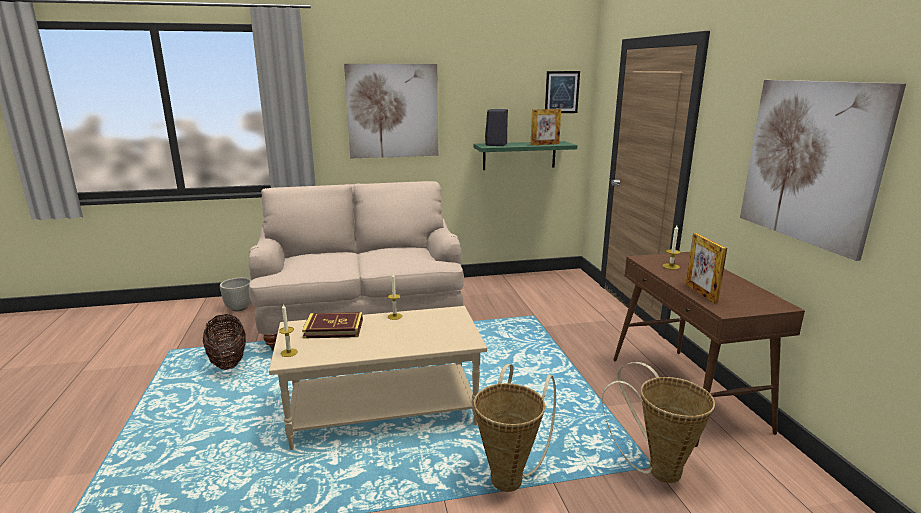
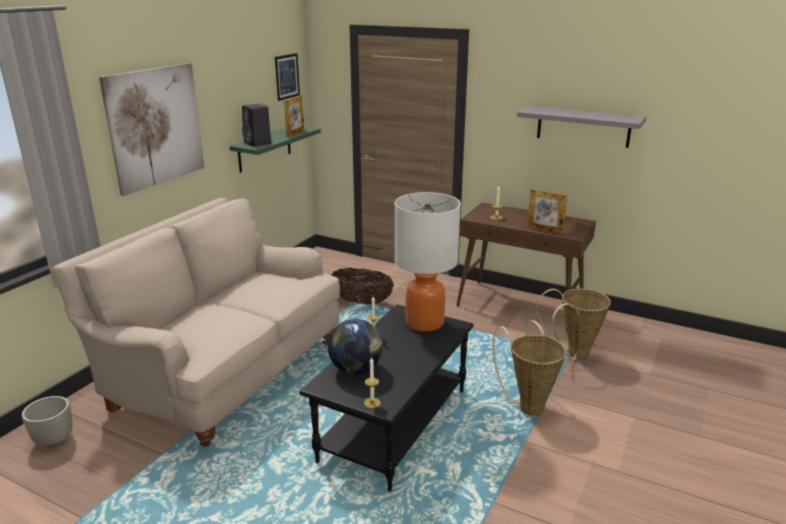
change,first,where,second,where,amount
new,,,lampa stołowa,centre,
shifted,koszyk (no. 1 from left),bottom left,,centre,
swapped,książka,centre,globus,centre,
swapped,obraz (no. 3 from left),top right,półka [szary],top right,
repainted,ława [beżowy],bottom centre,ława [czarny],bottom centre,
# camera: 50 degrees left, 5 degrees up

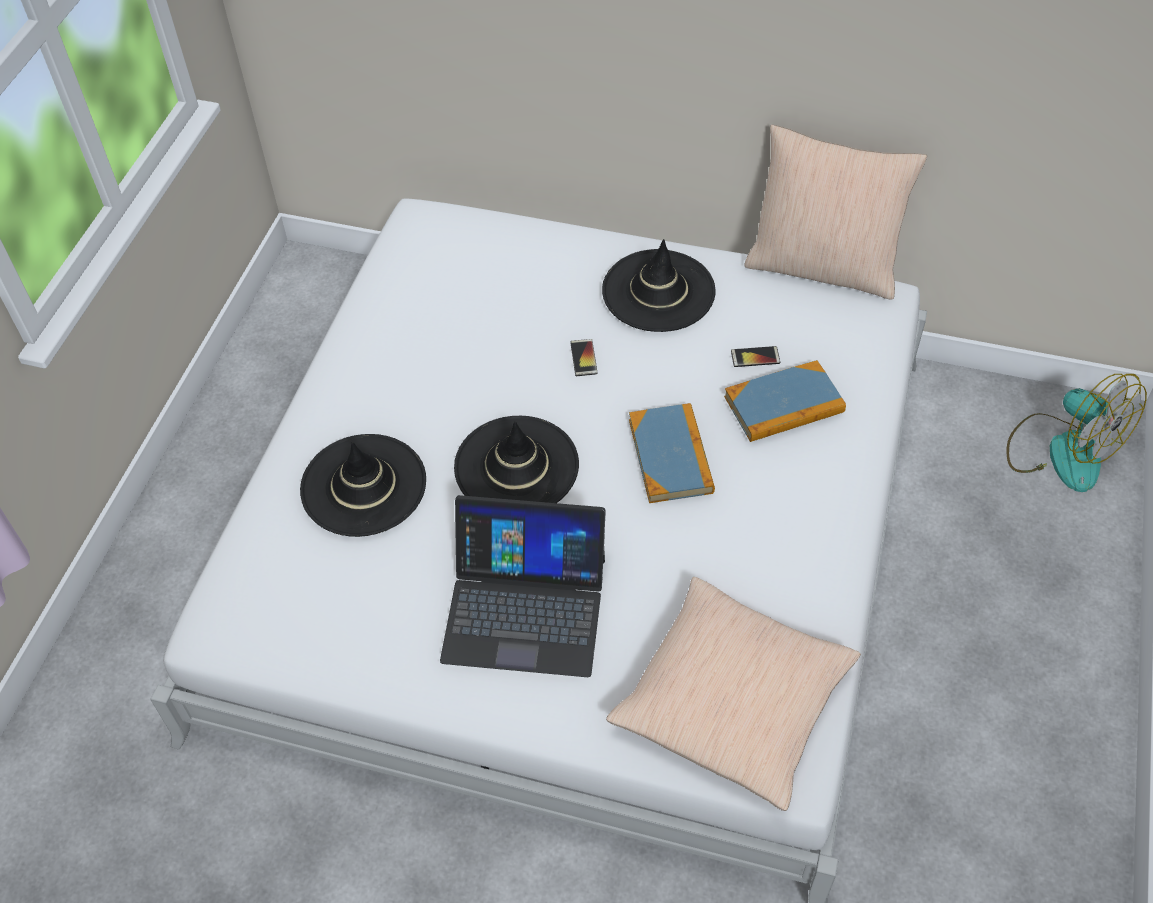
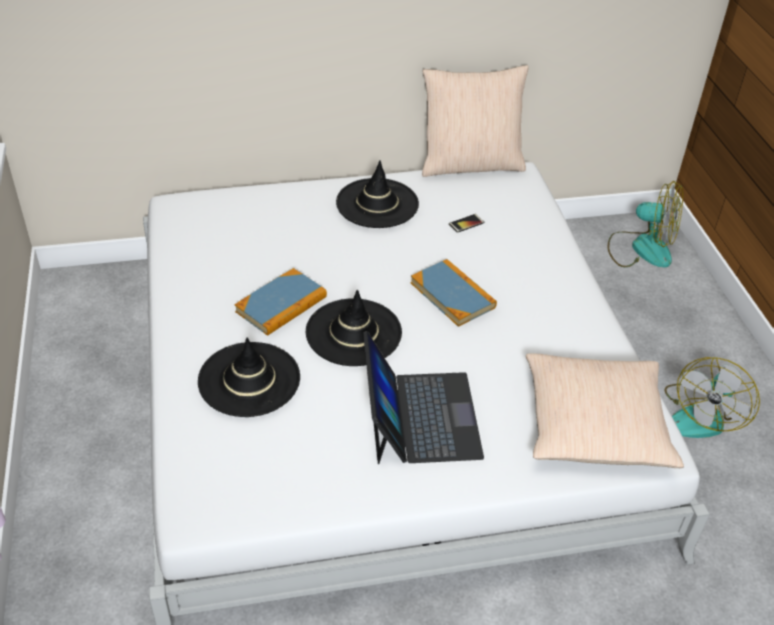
change,first,where,second,where,amount
gone,telefon (no. 1 from left),centre,,,
new,,,wentylator (no. 2 from left),middle right,
shifted,książka (no. 2 from left in the first image),middle right,książka (no. 1 from left),centre,
rotated,laptop,centre,,centre,75 degrees counterclockwise
# camera: 30 degrees left, 10 degrees down

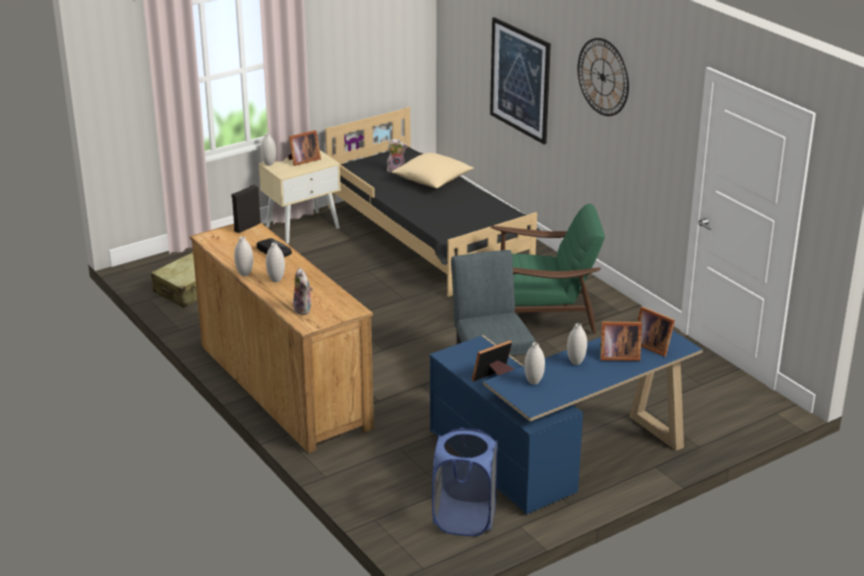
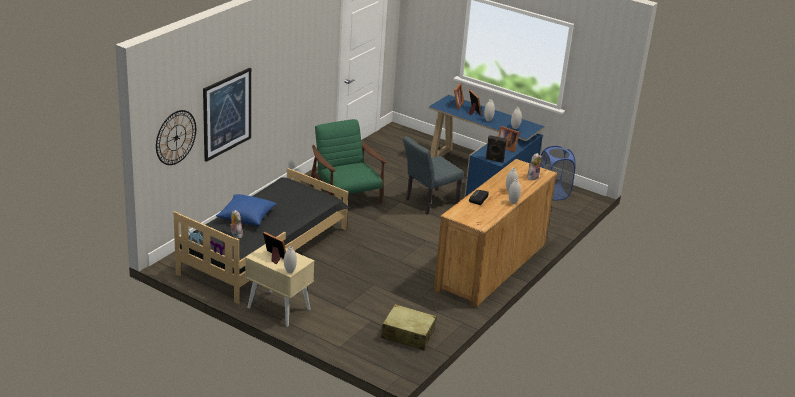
change,first,where,second,where,amount
shifted,głośnik [czarny],middle left,,centre,
shifted,zegar ścienny,top right,,middle left,
repainted,poduszka [beżowy],top centre,poduszka [niebieski],middle left,
# camera: 115 degrees left, 0 degrees up

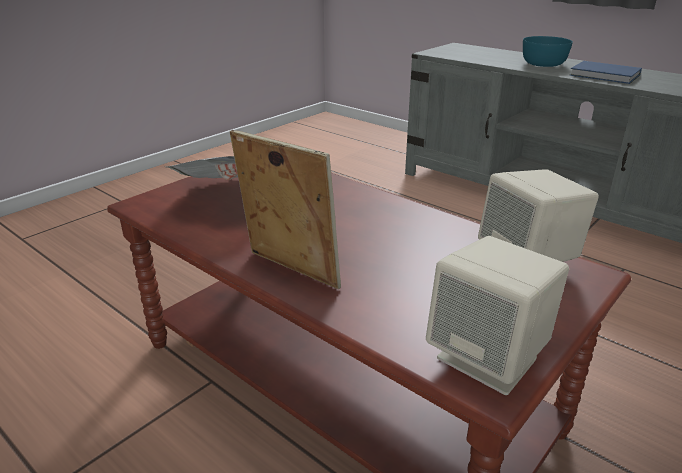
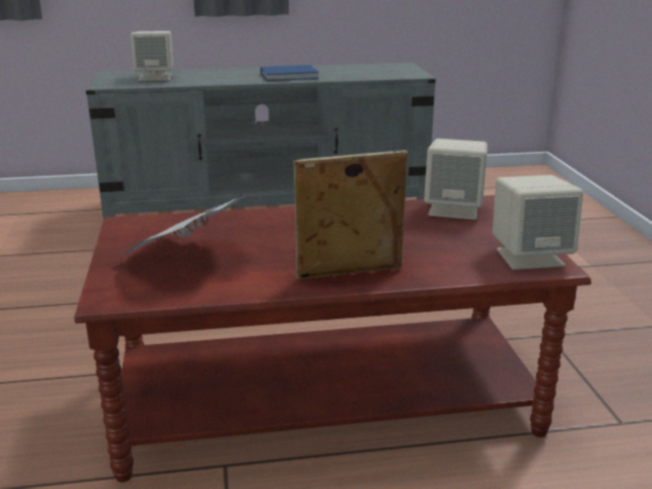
change,first,where,second,where,amount
gone,miska [turkusowy],top right,,,
new,,,głośnik [beżowy] (no. 1 from left),top left,
# camera: 50 degrees left, 5 degrees down

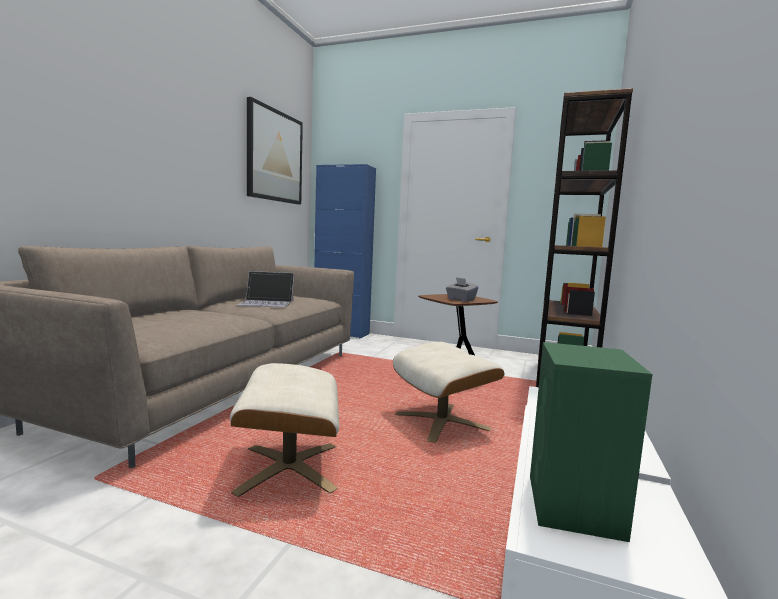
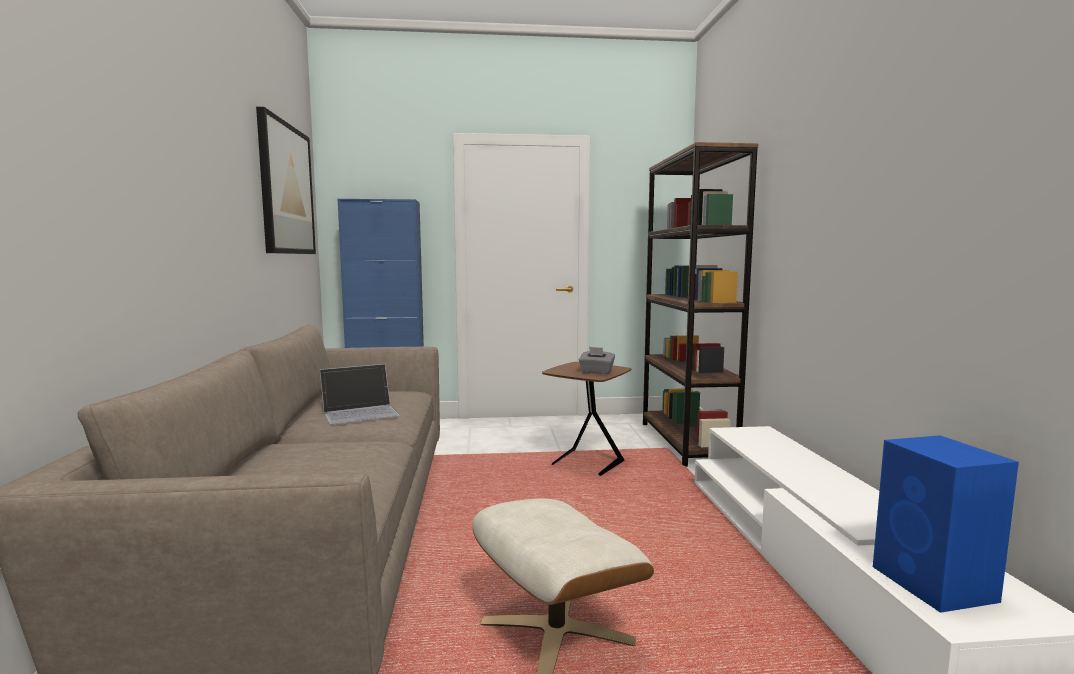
change,first,where,second,where,amount
gone,pufa [beżowy] (no. 2 from left),centre,,,
repainted,głośnik [zielony],bottom right,głośnik [niebieski],bottom right,
# camera: 25 degrees left, 0 degrees up

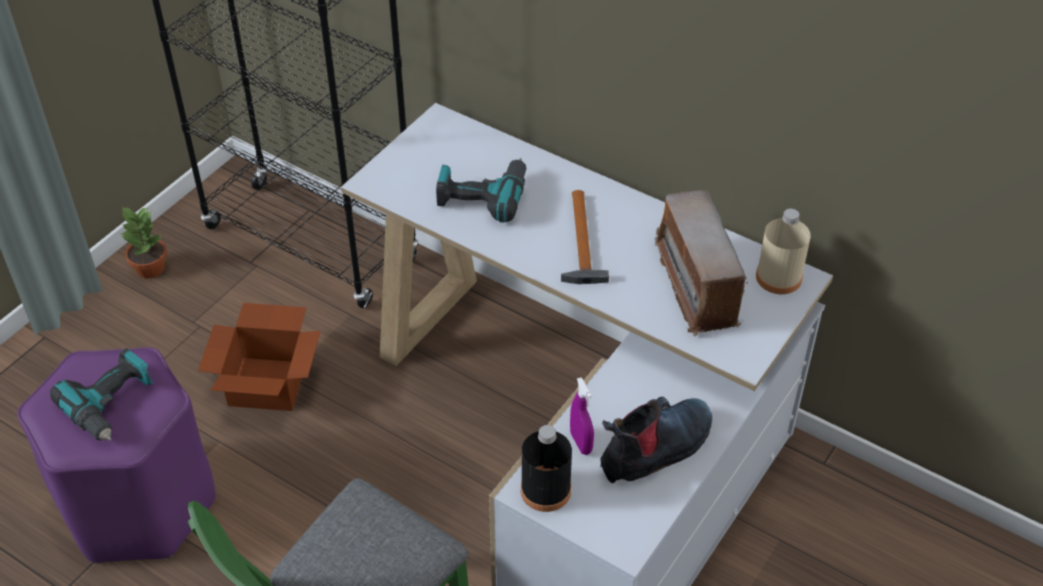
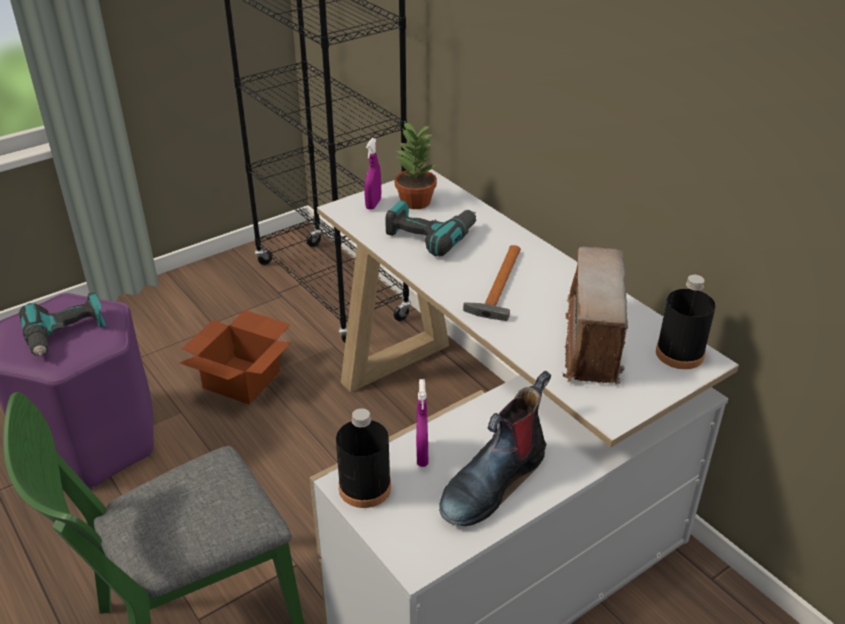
change,first,where,second,where,amount
new,,,spryskiwacz [fioletowy] (no. 1 from left),top centre,
shifted,roślina doniczkowa,middle left,,top centre,
repainted,butelka [beżowy],middle right,butelka [czarny] (no. 2 from left),middle right,
rotated,but z cholewką,bottom centre,,bottom centre,150 degrees clockwise
# camera: 20 degrees right, 10 degrees down

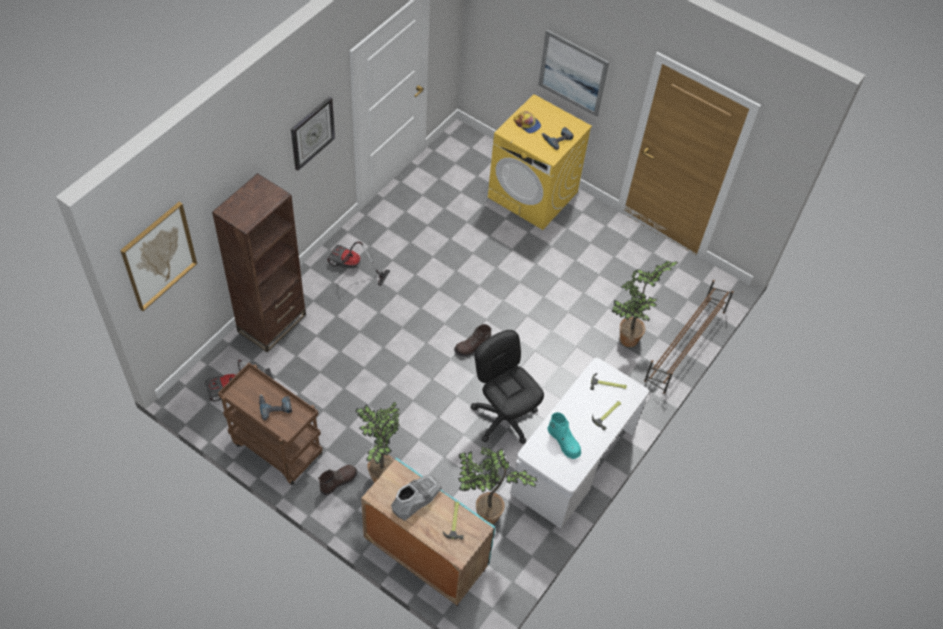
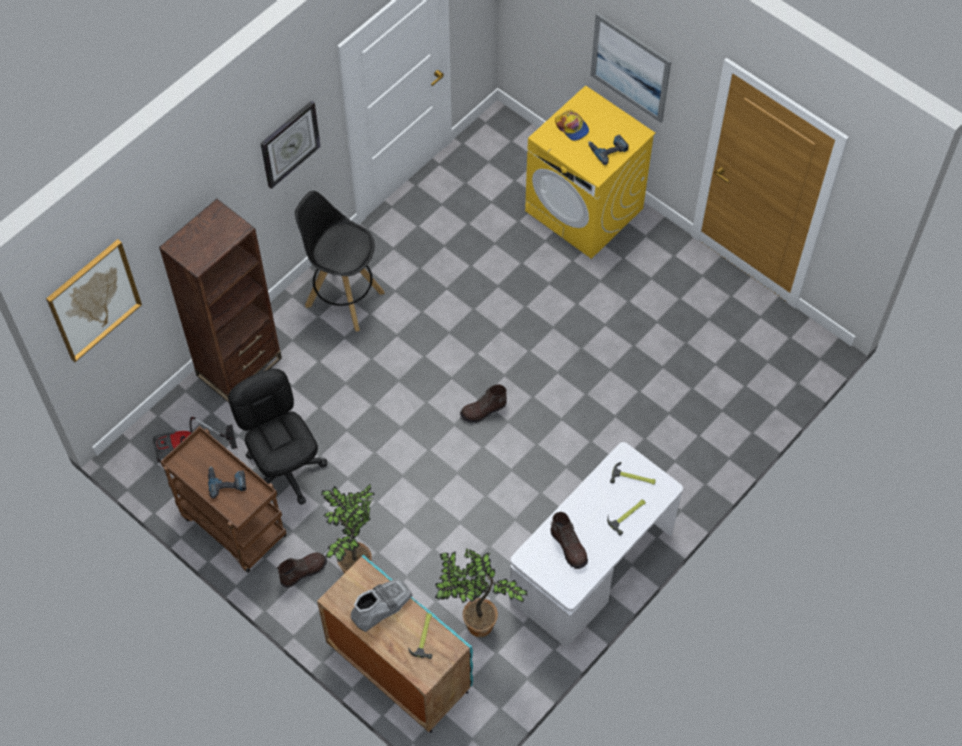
change,first,where,second,where,amount
gone,roślina doniczkowa (no. 3 from left),middle right,,,
gone,regał na buty [brązowy],middle right,,,
shifted,krzesło biurowe [czarny],centre,,middle left,
swapped,odkurzacz (no. 2 from left),centre,stołek [czarny],centre,
repainted,but z cholewką [turkusowy],bottom centre,but z cholewką [brązowy] (no. 3 from left),bottom centre,
# camera: 10 degrees right, 5 degrees up

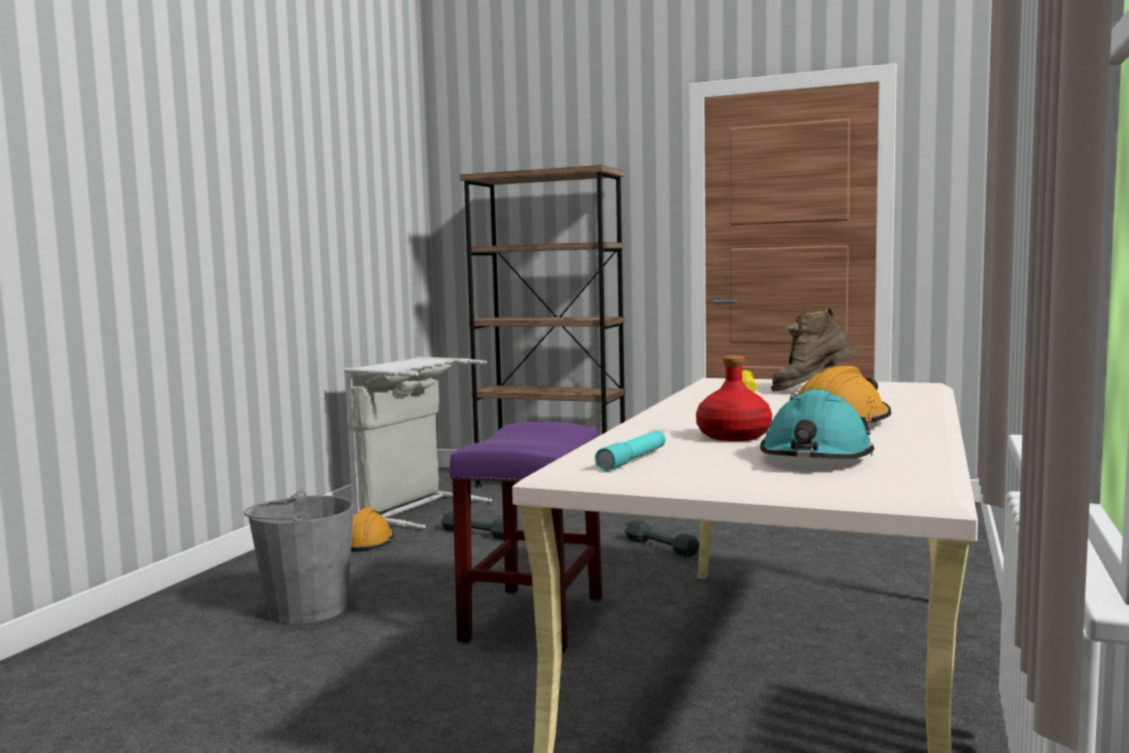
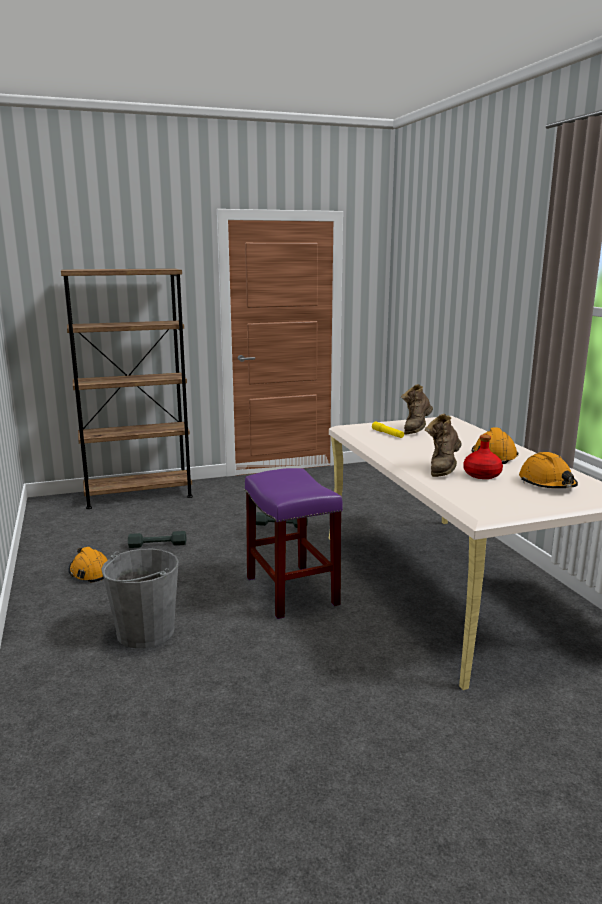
change,first,where,second,where,amount
gone,kosz na pranie [szary],centre,,,
gone,latarka [turkusowy],centre,,,
new,,,but z cholewką [brązowy] (no. 2 from left),middle right,
repainted,kask [turkusowy],middle right,kask [pomarańczowy] (no. 3 from left),middle right,
# camera: 40 degrees left, 10 degrees up

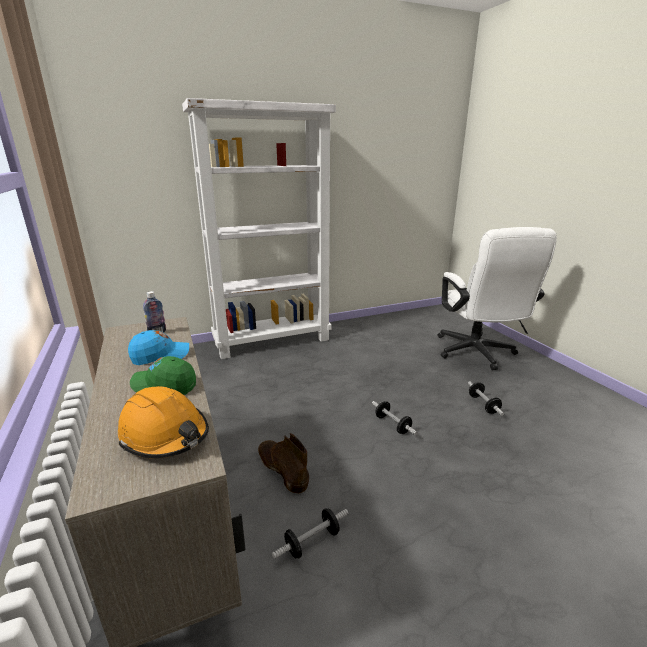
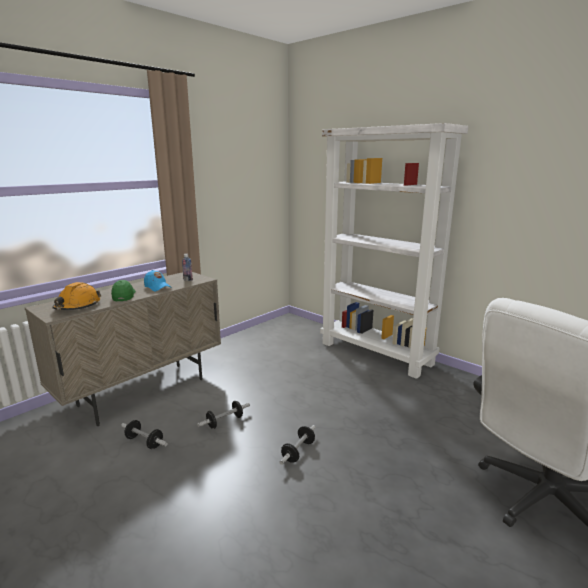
change,first,where,second,where,amount
gone,but z cholewką [brązowy],bottom centre,,,
shifted,hantel (no. 3 from left in the first image),middle right,hantel (no. 2 from left),bottom centre,
# camera: 65 degrees right, 5 degrees down

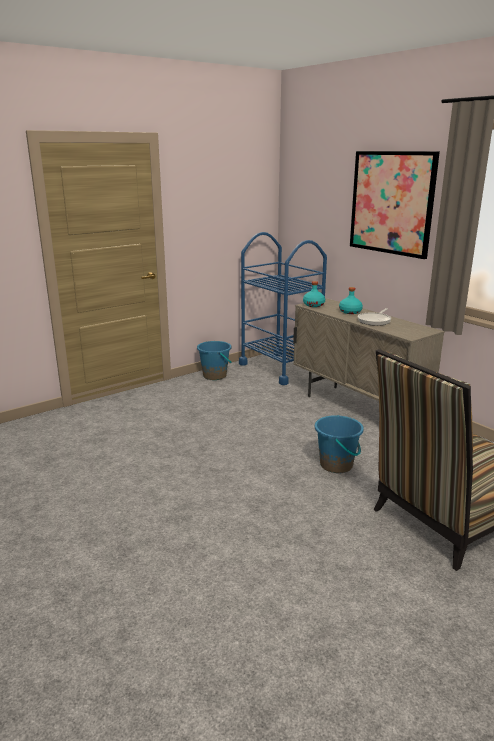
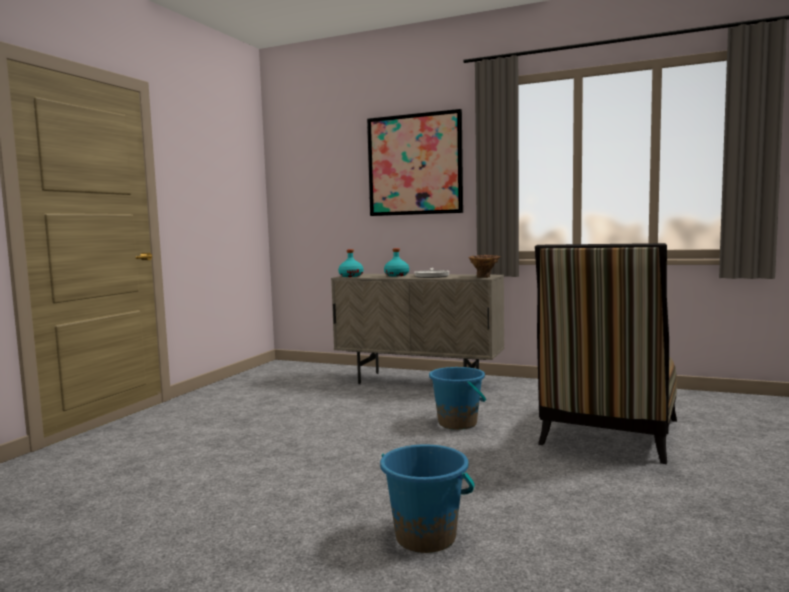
change,first,where,second,where,amount
gone,wózek [niebieski],centre,,,
new,,,wazon [brązowy],centre,
shifted,wiadro [niebieski] (no. 1 from left),centre,,bottom centre,
# camera: 30 degrees left, 15 degrees down

